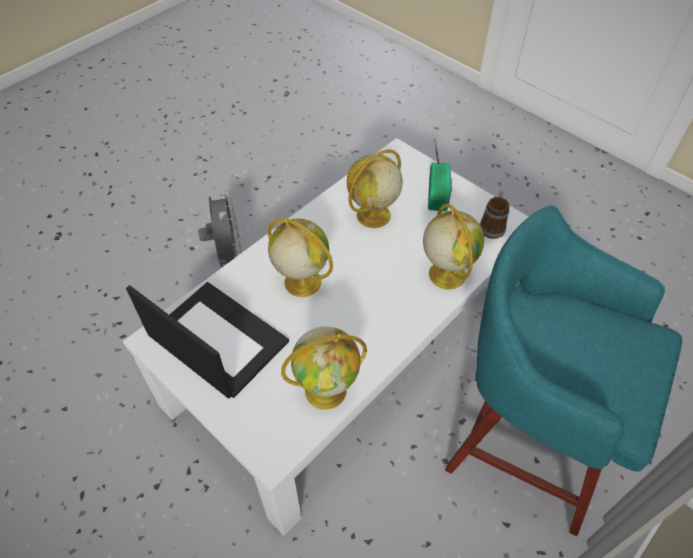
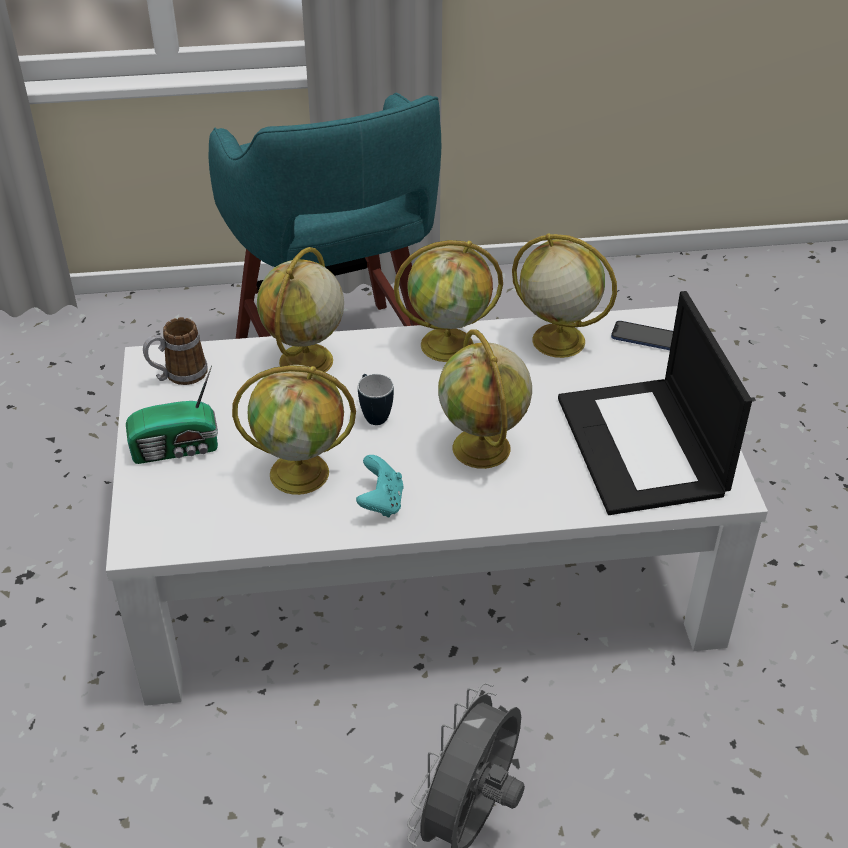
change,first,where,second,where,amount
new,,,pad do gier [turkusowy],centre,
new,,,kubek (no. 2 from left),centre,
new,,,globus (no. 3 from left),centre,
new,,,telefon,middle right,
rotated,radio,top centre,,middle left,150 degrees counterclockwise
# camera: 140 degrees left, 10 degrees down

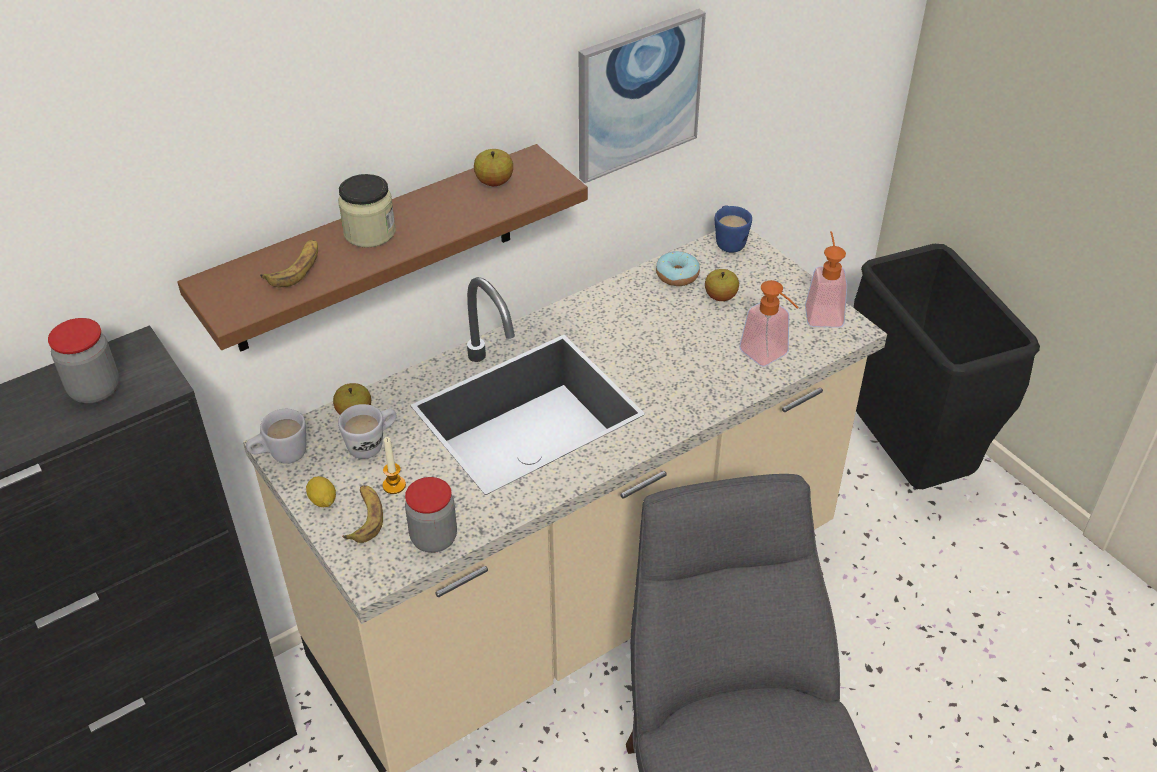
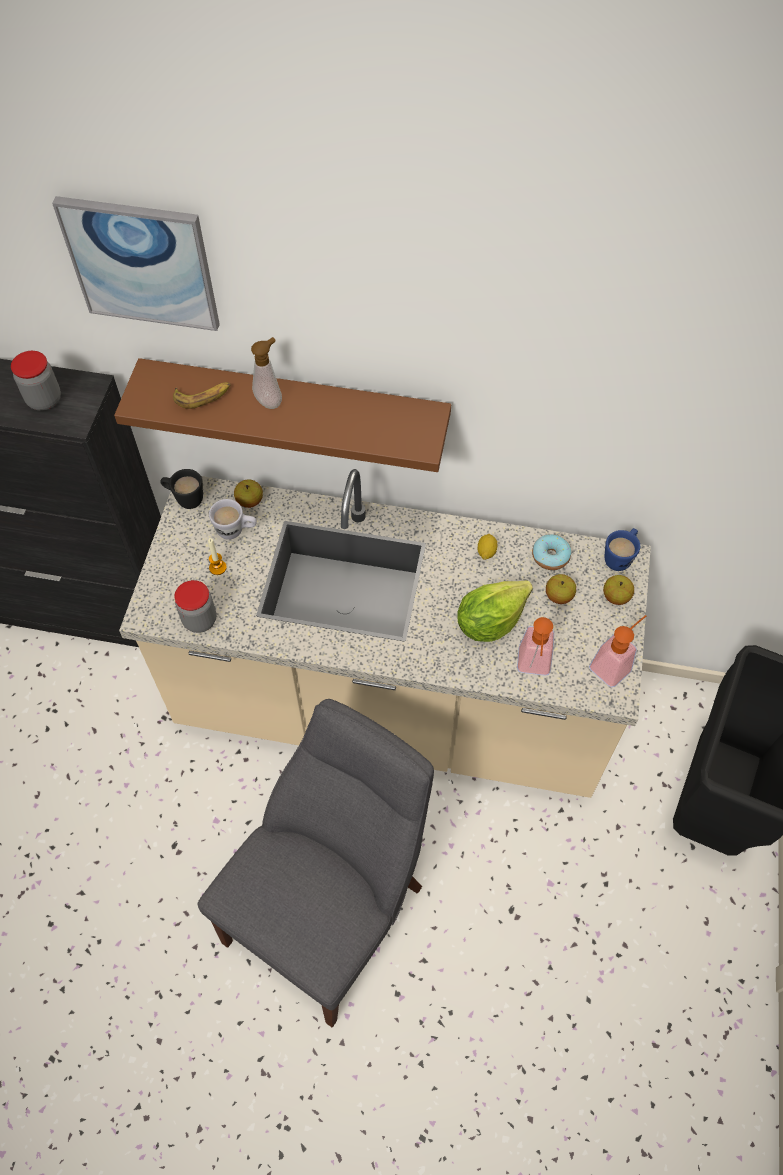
change,first,where,second,where,amount
gone,banan (no. 2 from left),middle left,,,
new,,,sałata,centre,
shifted,cytryna,middle left,,centre,
shifted,jabłko (no. 2 from left in the first image),top centre,jabłko (no. 3 from left),middle right,
shifted,obraz,top centre,,top left,
swapped,słoik (no. 2 from left),top left,dozownik mydła (no. 1 from left),top centre,
repainted,kubek [biały] (no. 1 from left),middle left,kubek [czarny],middle left,
# camera: 45 degrees right, 15 degrees up

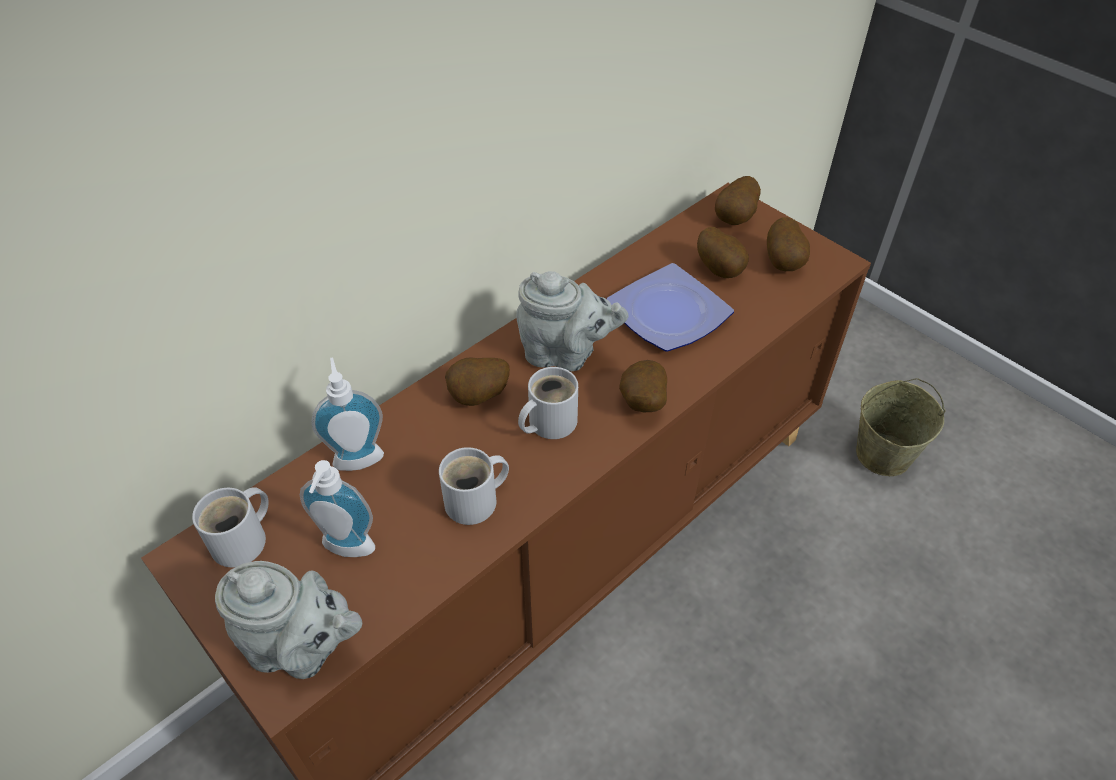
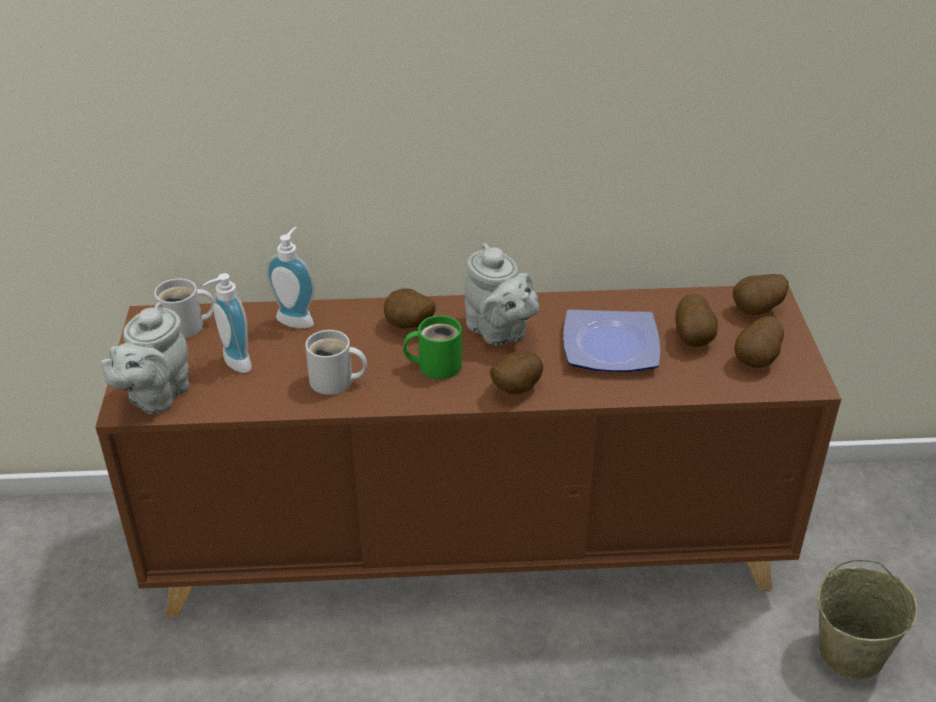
change,first,where,second,where,amount
repainted,kubek [biały] (no. 3 from left),centre,kubek [zielony],centre,
rotated,imbryk [szary] (no. 1 from left),bottom left,,middle left,60 degrees clockwise
# camera: 40 degrees right, 10 degrees down

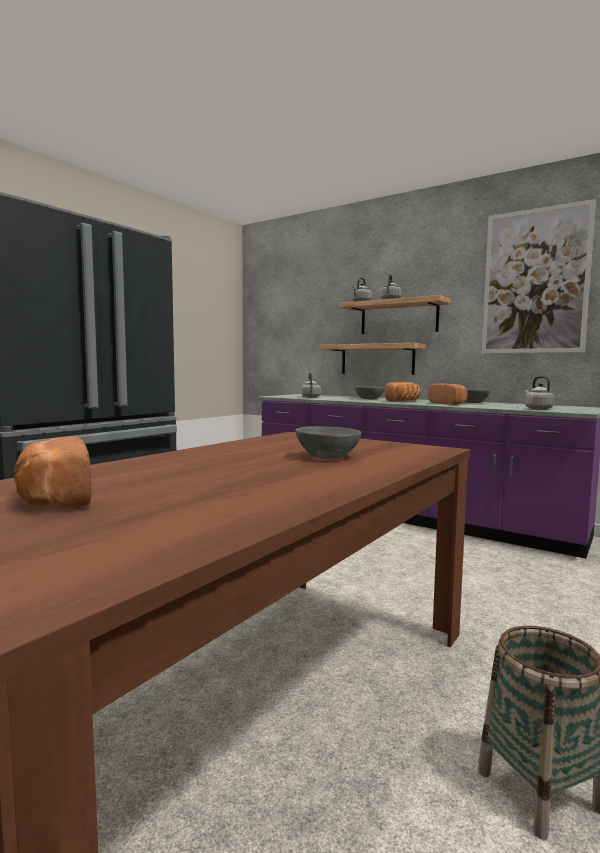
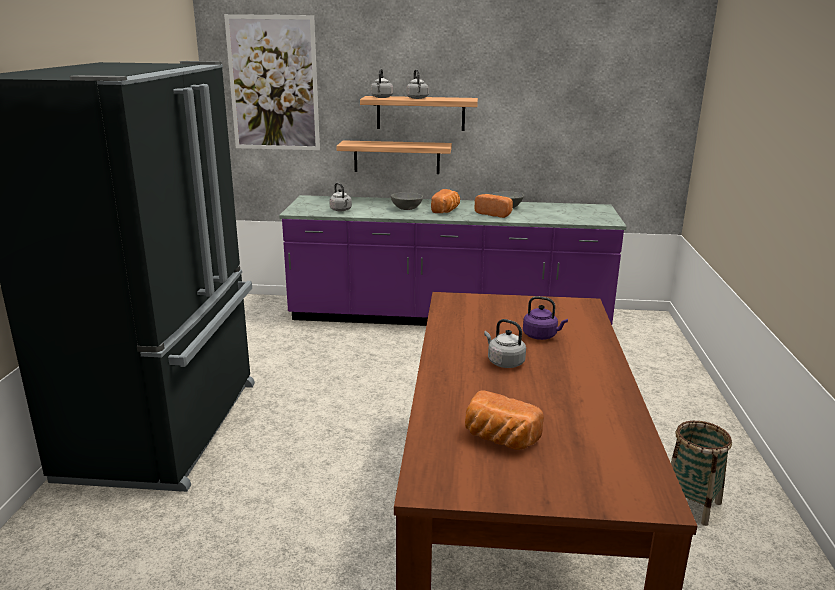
change,first,where,second,where,amount
shifted,obraz,top right,,top left,
shifted,czajnik [szary] (no. 4 from left),middle right,,centre,
swapped,miska [szary] (no. 1 from left),centre,czajnik [fioletowy],centre,
# camera: 30 degrees left, 15 degrees up

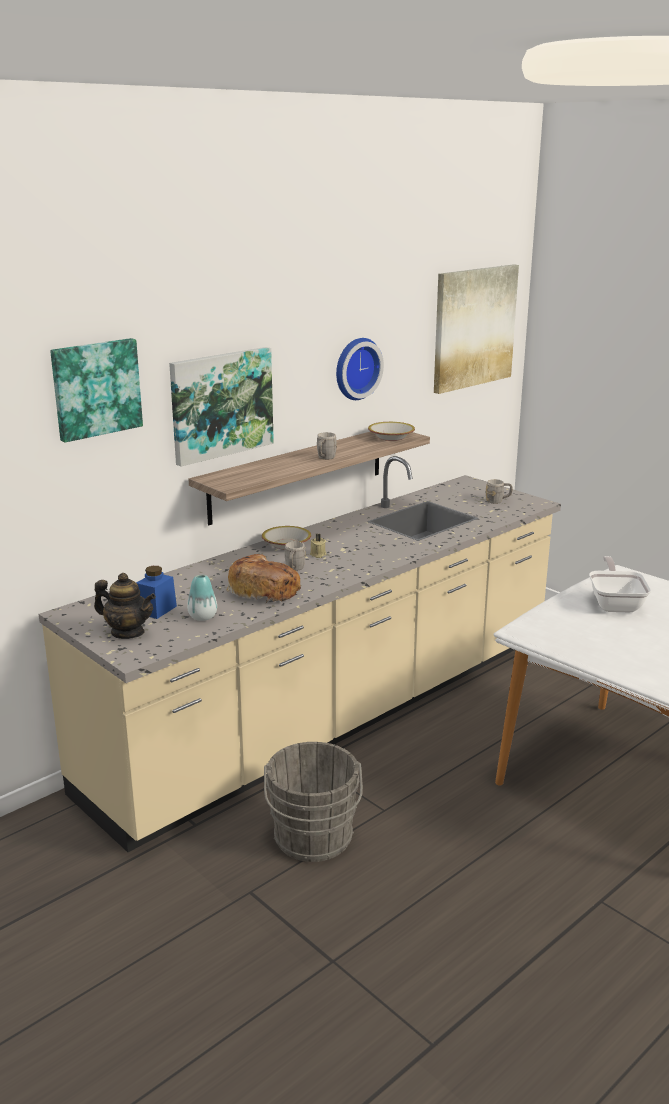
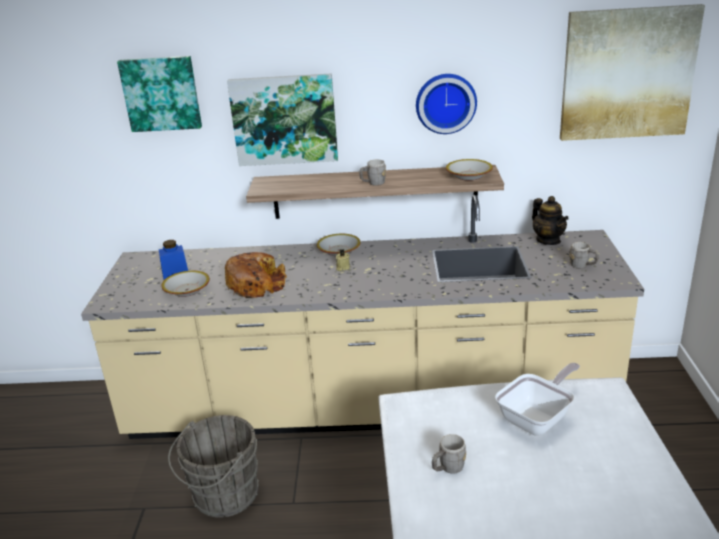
change,first,where,second,where,amount
shifted,imbryk,middle left,,middle right,
shifted,kubek [szary] (no. 1 from left in the first image),centre,kubek [szary] (no. 2 from left),bottom centre,
swapped,wazon,middle left,miska (no. 1 from left),middle left,
# camera: 45 degrees right, 5 degrees up

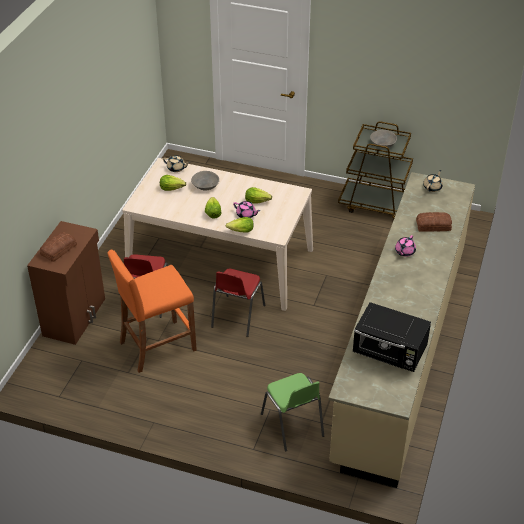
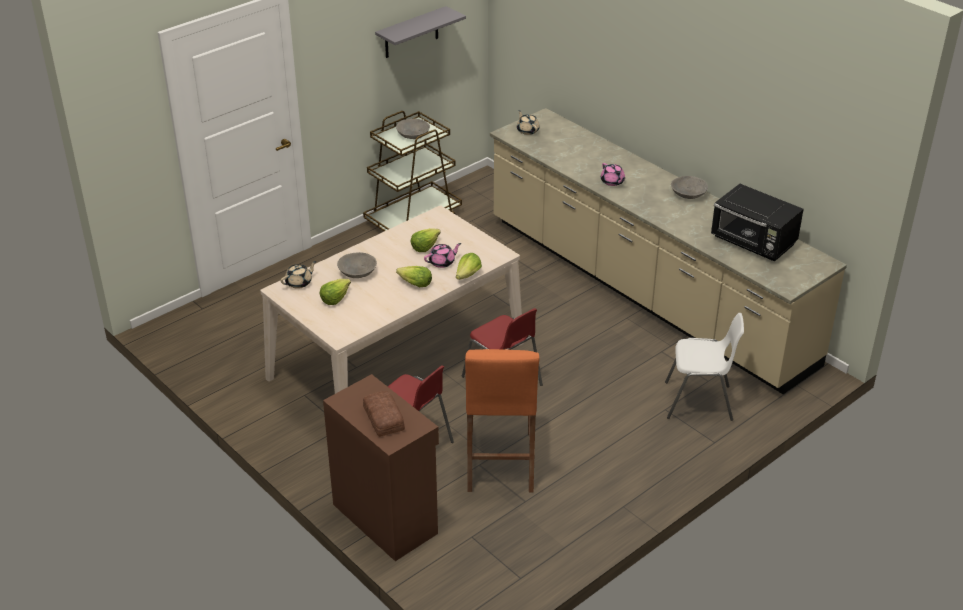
change,first,where,second,where,amount
gone,chleb (no. 2 from left),middle right,,,
new,,,półka [szary],top centre,
new,,,miska [szary] (no. 3 from left),top right,
repainted,krzesło [zielony],bottom centre,krzesło [biały],middle right,
rotated,mikrofalówka [czarny],middle right,,middle right,75 degrees clockwise
# camera: 60 degrees left, 5 degrees down

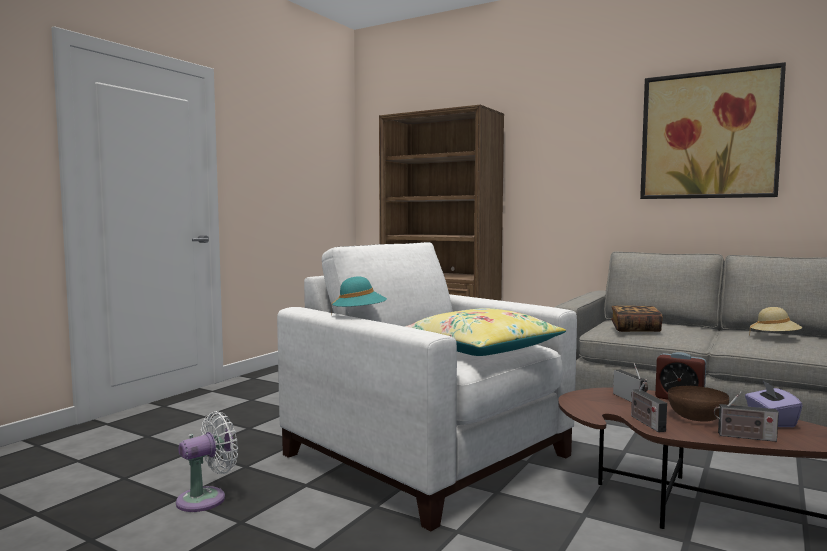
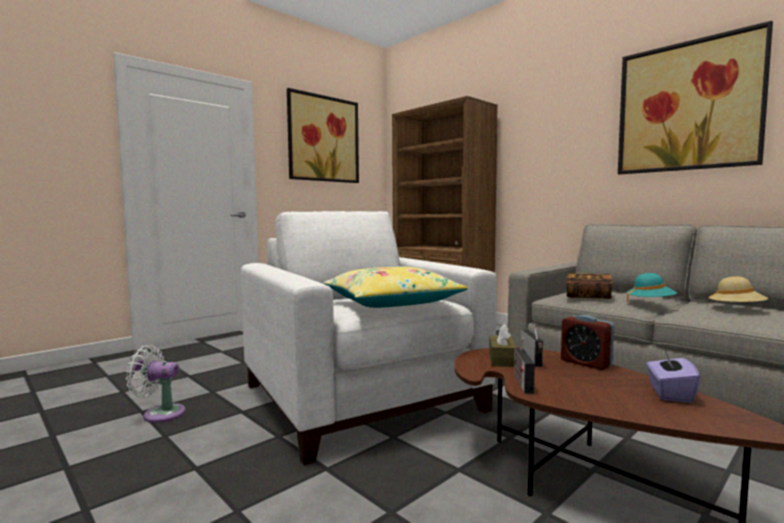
change,first,where,second,where,amount
gone,miska [brązowy],bottom right,,,
gone,radio (no. 3 from left),bottom right,,,
new,,,obraz (no. 1 from left),top centre,
new,,,pudełko chusteczek [brązowy],centre,
shifted,kapelusz [turkusowy],centre,,middle right,
rotated,wentylator [biały],bottom left,,bottom left,150 degrees counterclockwise
# camera: 15 degrees right, 0 degrees up

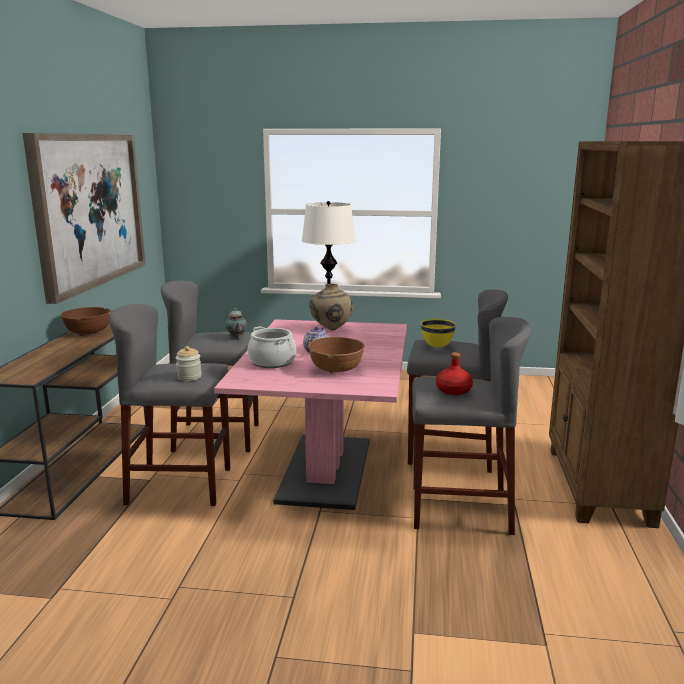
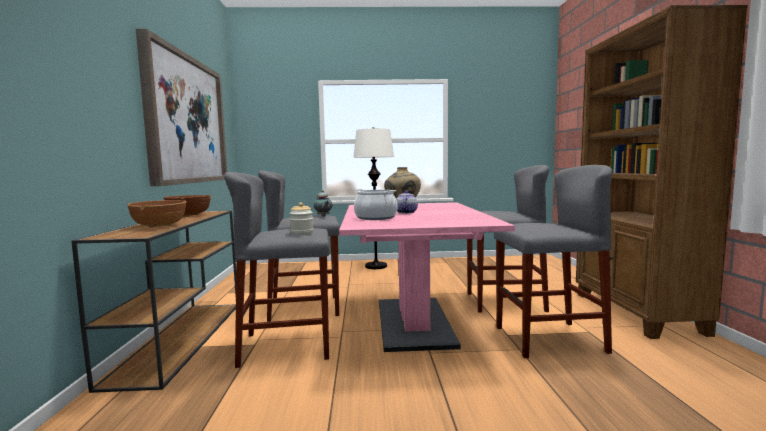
change,first,where,second,where,amount
gone,miska [żółty],centre,,,
gone,butelka [czerwony],centre,,,
shifted,miska [brązowy] (no. 2 from left in the first image),centre,miska [brązowy] (no. 1 from left),middle left,
# camera: 10 degrees left, 10 degrees down

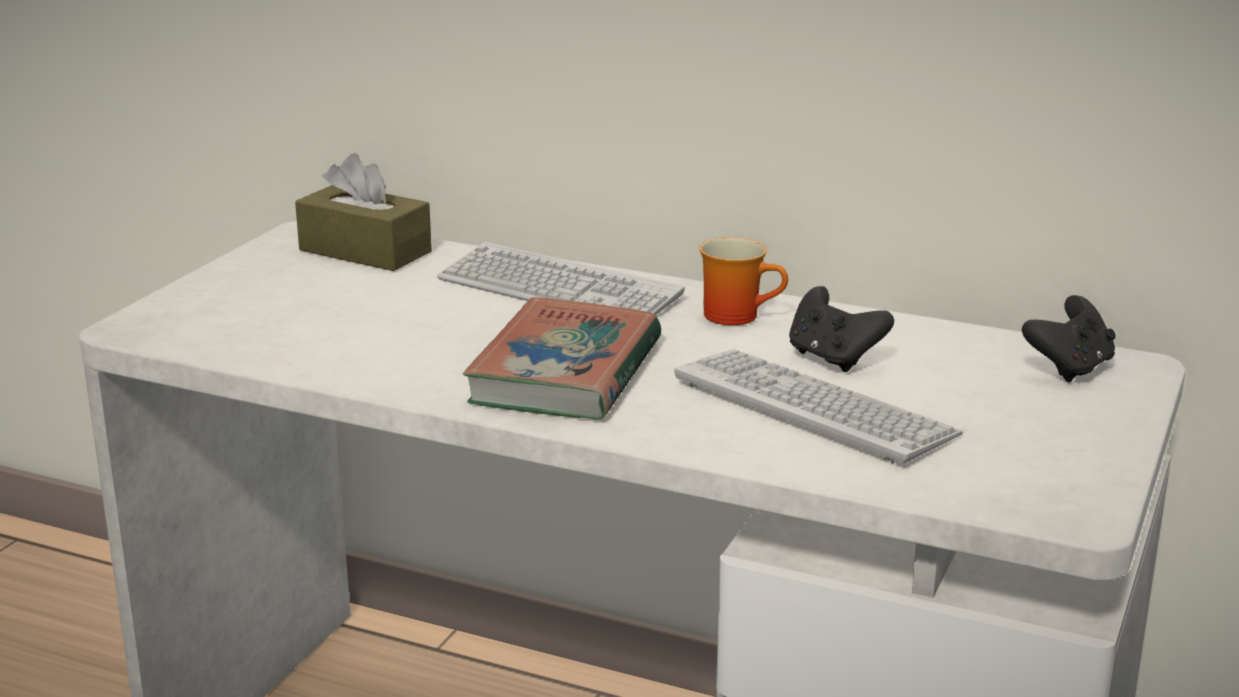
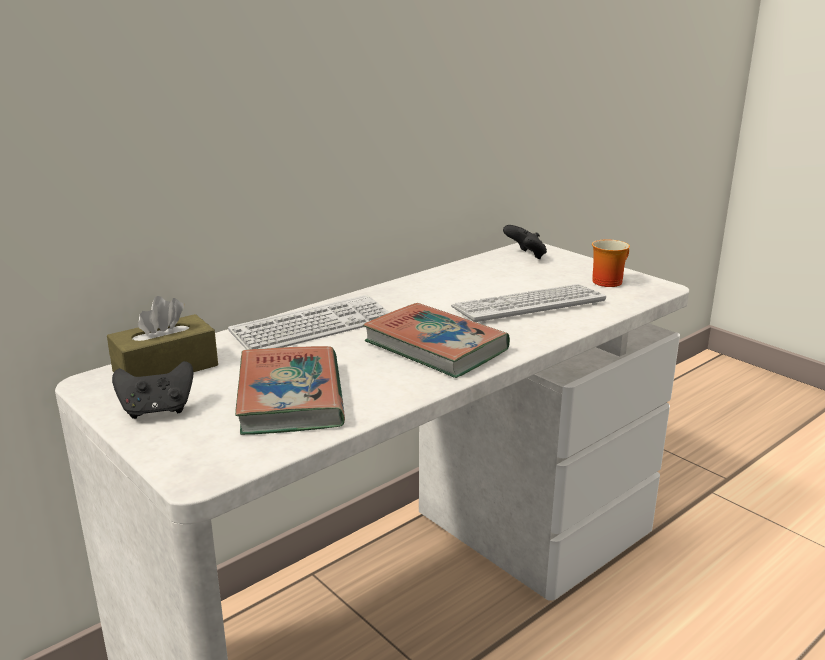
change,first,where,second,where,amount
new,,,książka (no. 1 from left),centre,
shifted,kubek,centre,,middle right,
shifted,pad do gier [czarny] (no. 1 from left),middle right,,middle left,
# camera: 65 degrees left, 0 degrees up

